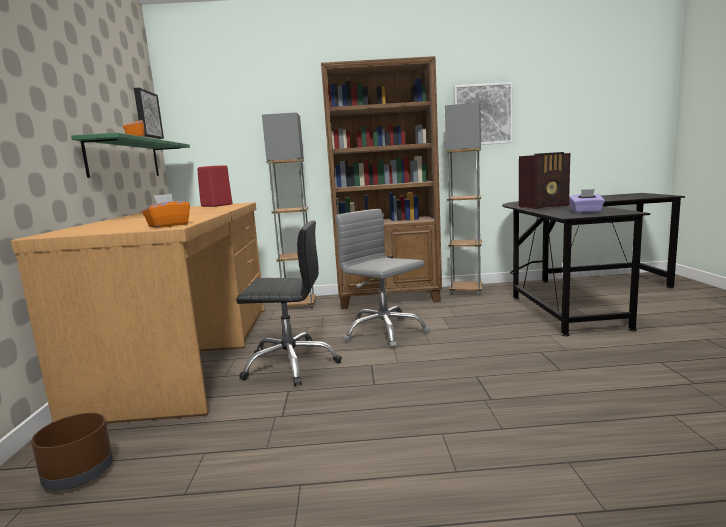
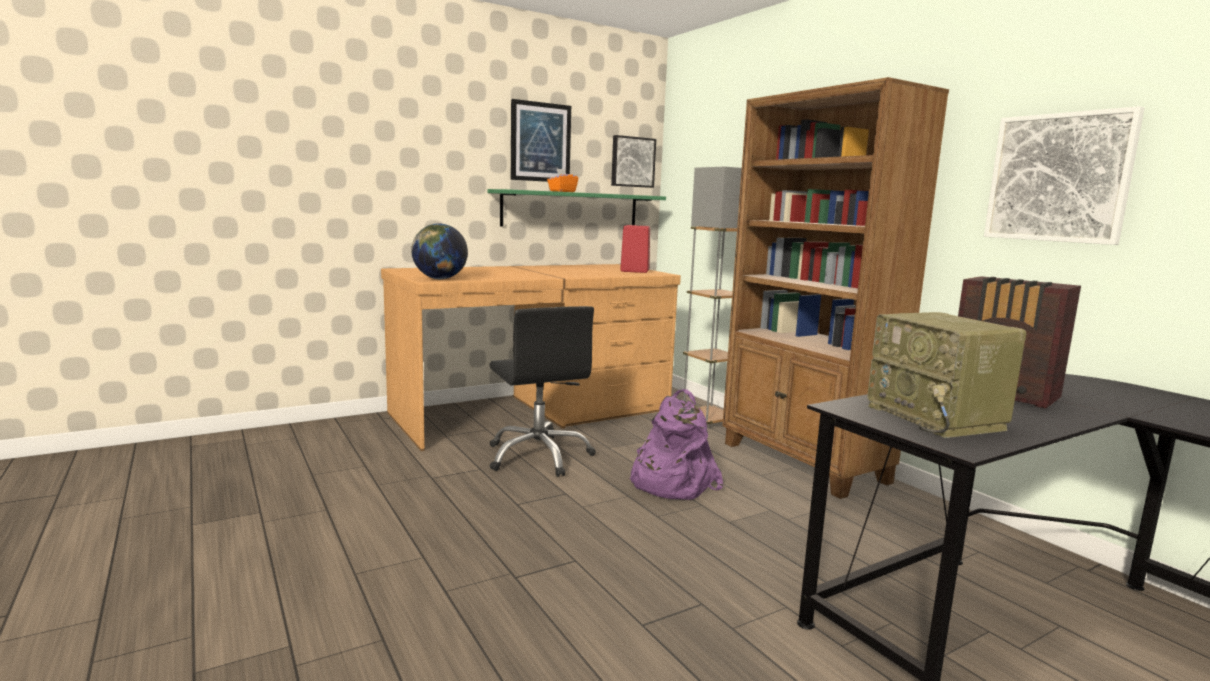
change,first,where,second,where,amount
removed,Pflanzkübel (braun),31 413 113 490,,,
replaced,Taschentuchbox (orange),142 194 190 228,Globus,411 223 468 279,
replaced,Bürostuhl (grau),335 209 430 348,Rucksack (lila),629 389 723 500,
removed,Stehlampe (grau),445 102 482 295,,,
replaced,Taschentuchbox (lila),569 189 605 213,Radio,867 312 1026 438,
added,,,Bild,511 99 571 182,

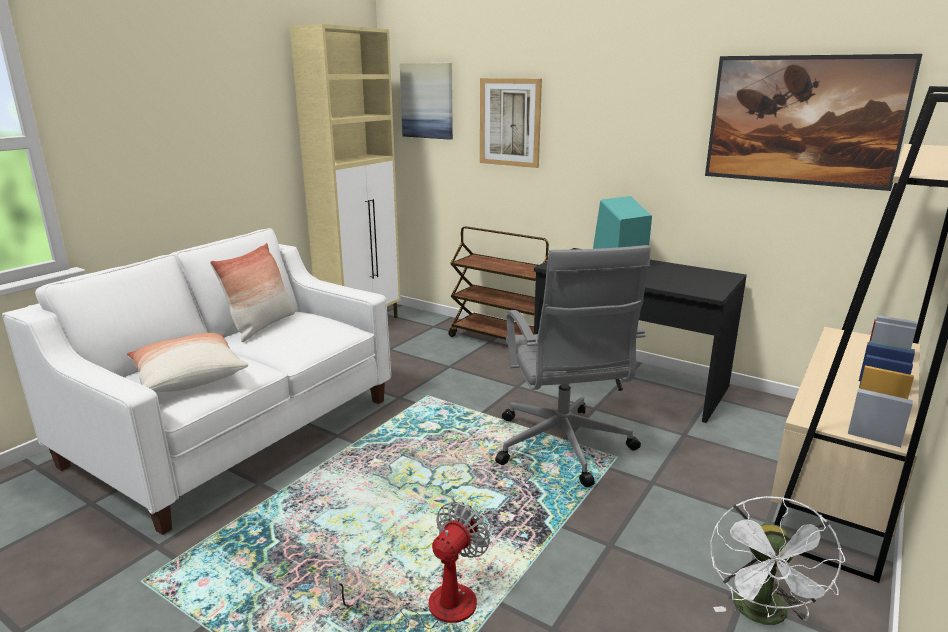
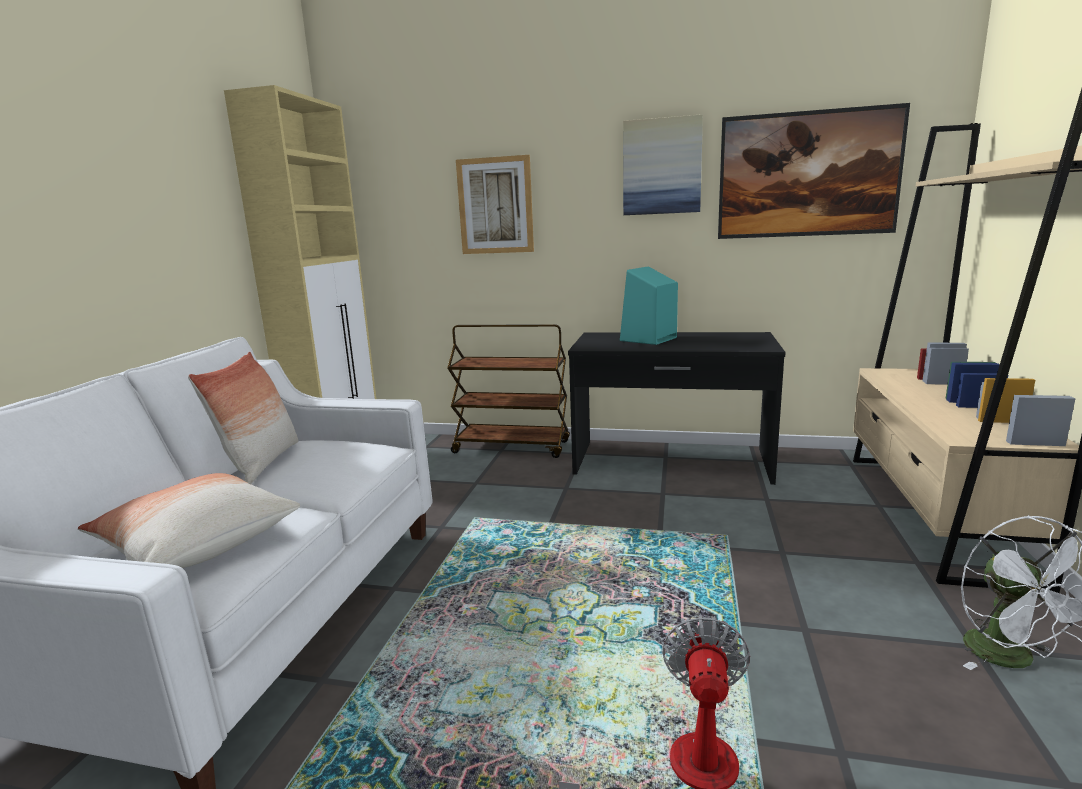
change,first,where,second,where,amount
moved,Bild,400 63 453 140,,623 114 703 215,
removed,Bürostuhl (grau),495 245 650 487,,,

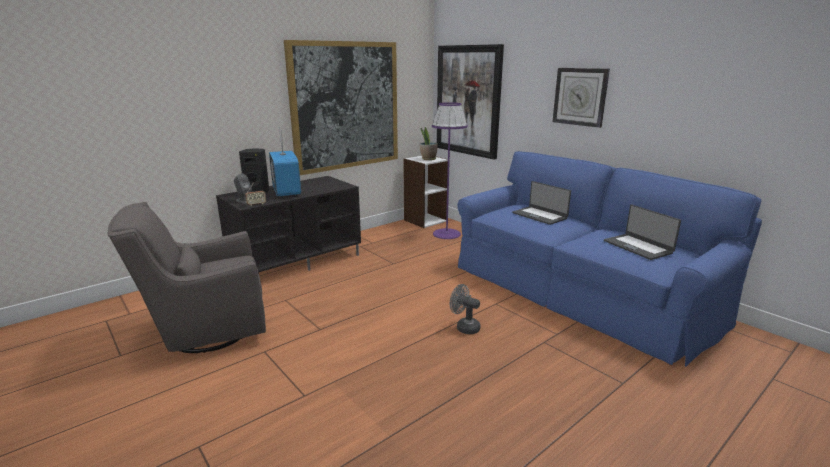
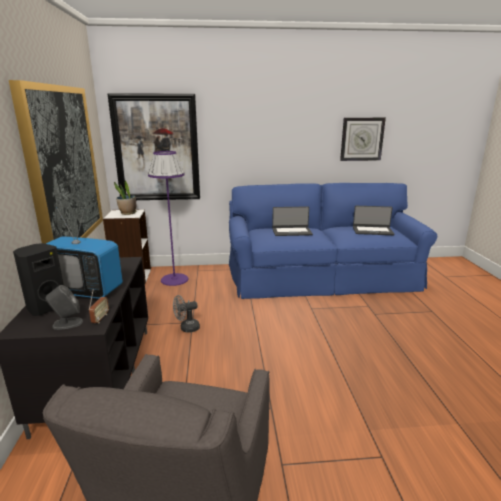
change,first,where,second,where,amount
moved,Ventilator (grau),450 284 480 334,,173 295 200 333,
moved,Wanduhr,552 68 610 128,,340 118 386 161,

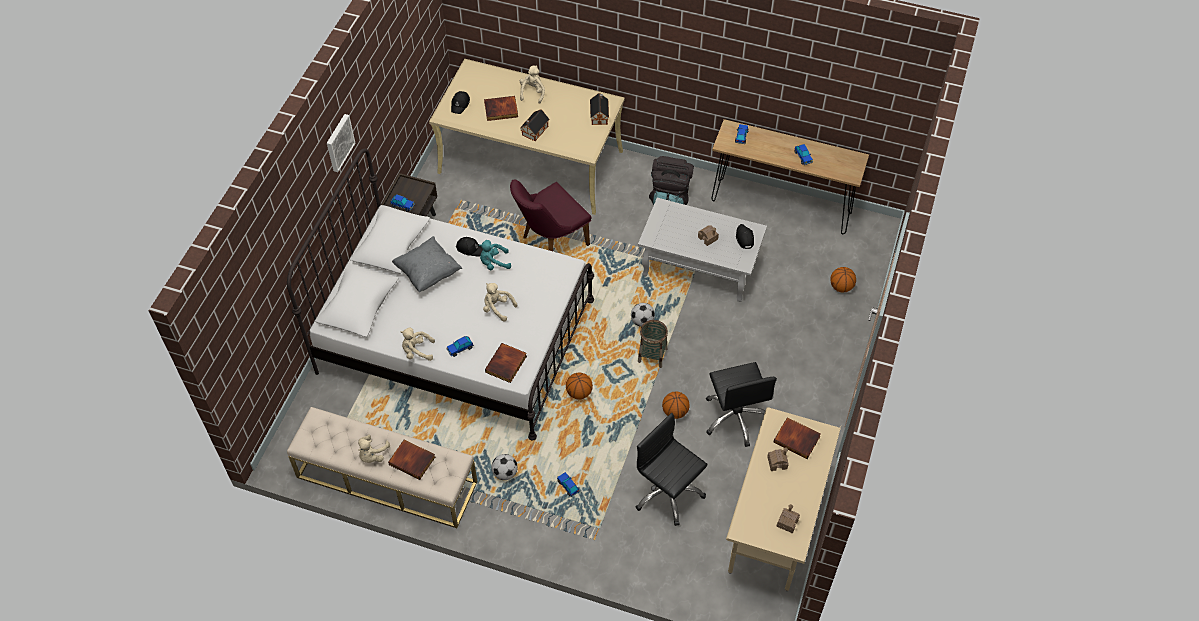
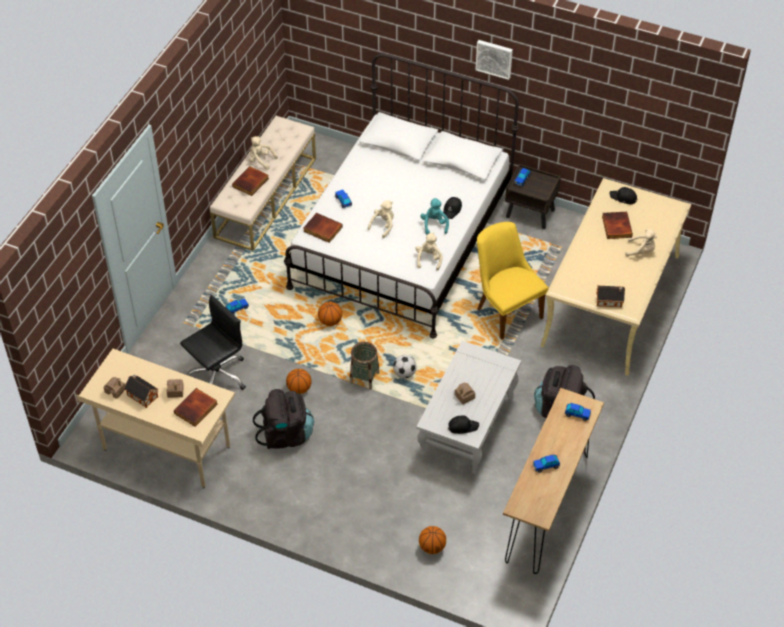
change,first,where,second,where,amount
removed,Kissen (grau),392 236 462 292,,,
moved,Plüschtier (beige),401 328 435 361,,416 233 443 271,
removed,Fußball,491 454 518 480,,,
recoloured,Stuhl (lila),510 179 592 251,Stuhl (gelb),477 222 549 340,
moved,Spielzeughaus,520 109 549 141,,124 375 158 408,
replaced,Bürostuhl (schwarz),706 362 777 447,Rucksack (schwarz),253 389 314 449,

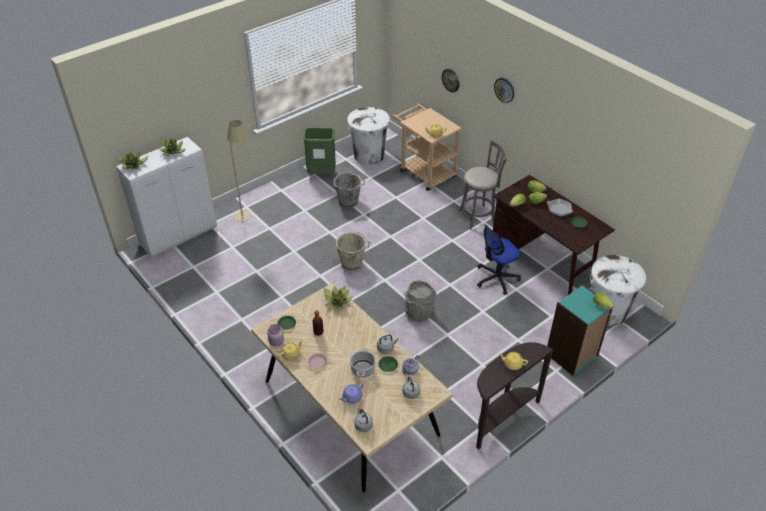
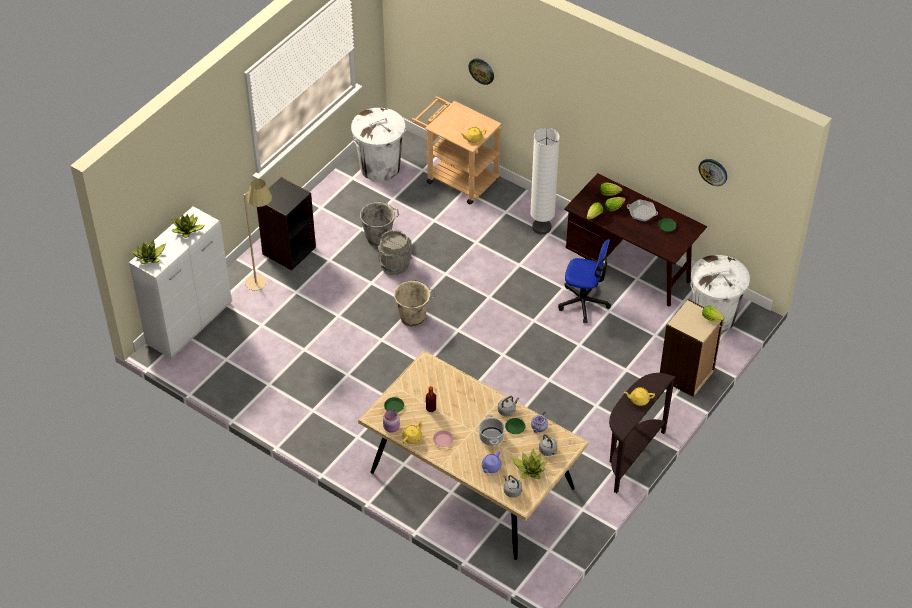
change,first,where,second,where,amount
removed,Mülleimer (grün),303 127 336 174,,,
moved,Topfpflanze,324 286 353 310,,511 449 547 479,
moved,Eimer (grau),404 280 436 322,,377 230 412 275,
replaced,Hocker (grau),459 140 507 230,Stehlampe (weiß),530 128 560 235,
turned,Bürostuhl,477 224 521 295,,558 239 611 323,120 degrees counterclockwise
moved,Wanduhr,494 78 514 103,,699 159 727 186,
recoloured,Bücherregal (türkis),547 285 613 376,Bücherregal (beige),660 299 723 397,
added,,,Bücherregal (schwarz),257 177 316 271,

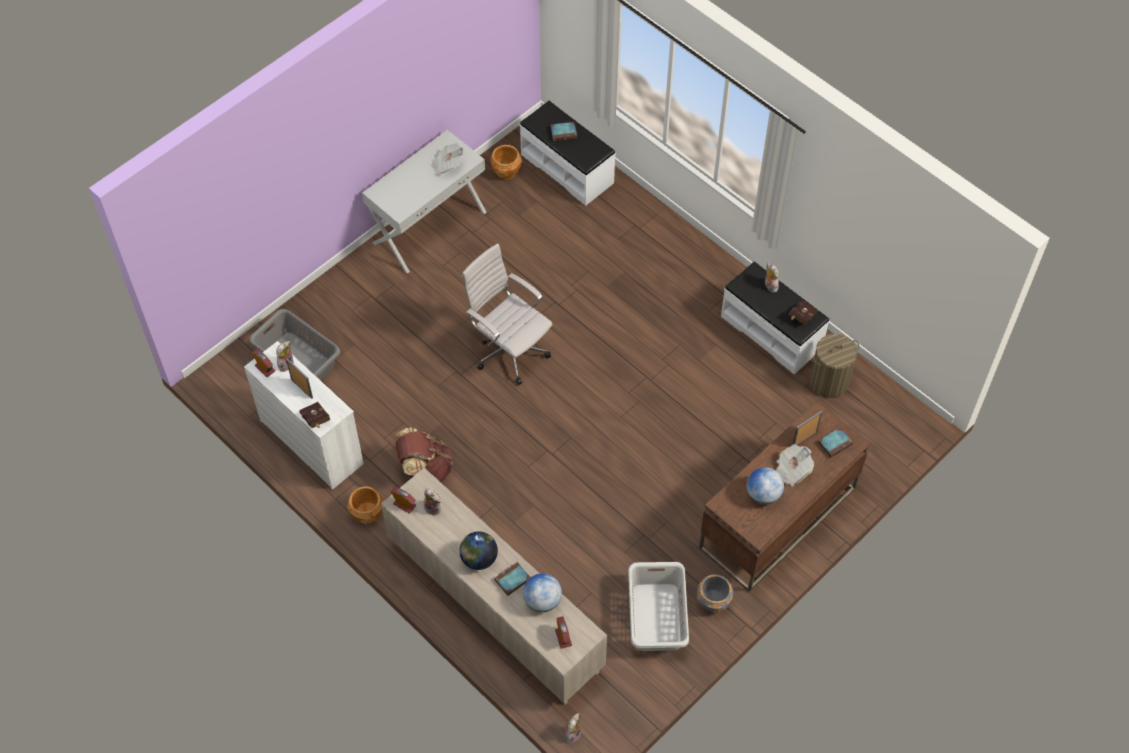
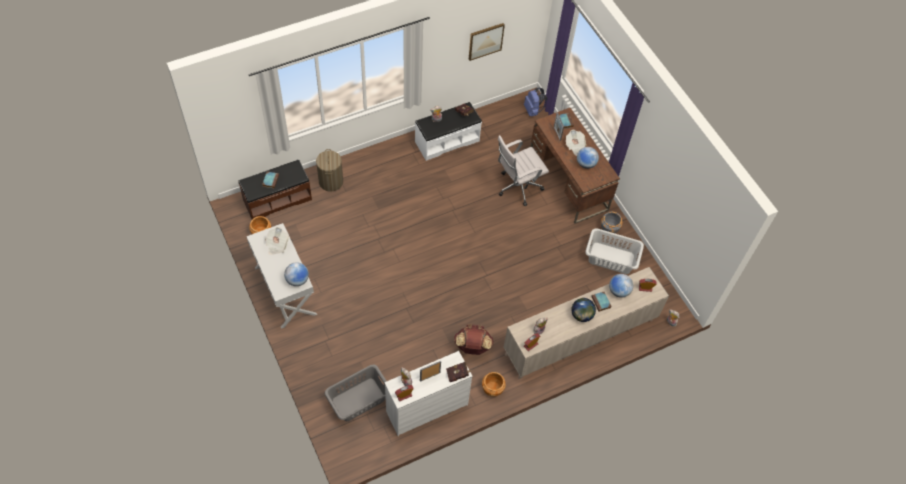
change,first,where,second,where,amount
moved,Bürostuhl (weiß),462 243 552 385,,498 135 549 206,
recoloured,Bank (weiß),520 101 615 206,Bank (braun),238 160 312 219,
moved,Wäschekorb,809 334 859 398,,316 149 343 192,
added,,,Globus,284 262 309 286,
added,,,Bild,469 23 505 61,
added,,,Rucksack (blau),524 88 547 116,

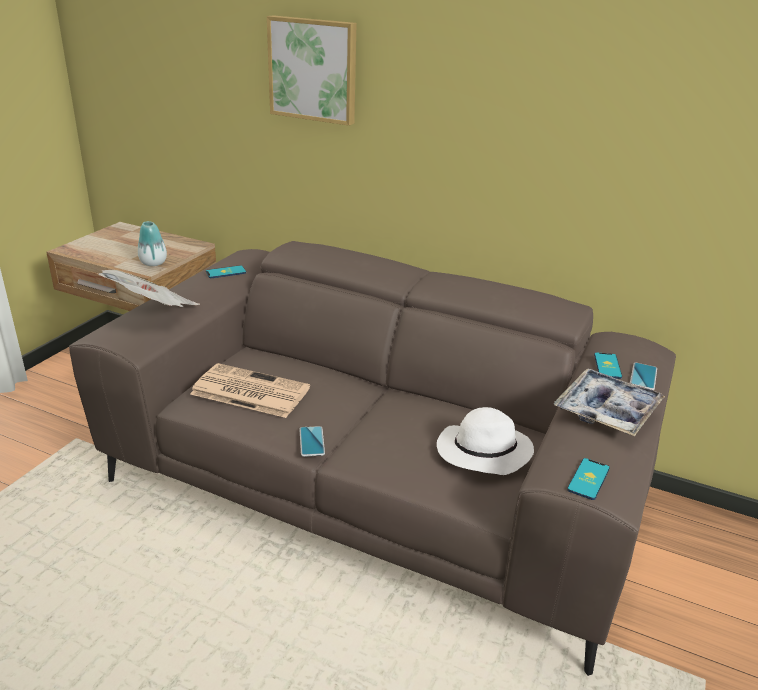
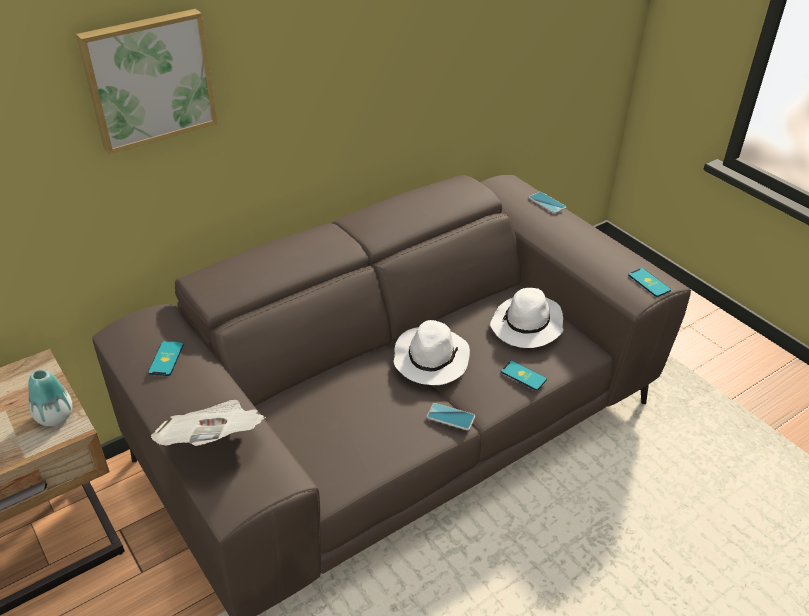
change,first,where,second,where,amount
removed,Zeitung,190 363 310 418,,,
removed,Tablett,554 368 665 436,,,
moved,Handy,594 352 622 379,,501 360 547 390,
added,,,Hut (weiß),393 320 470 385,

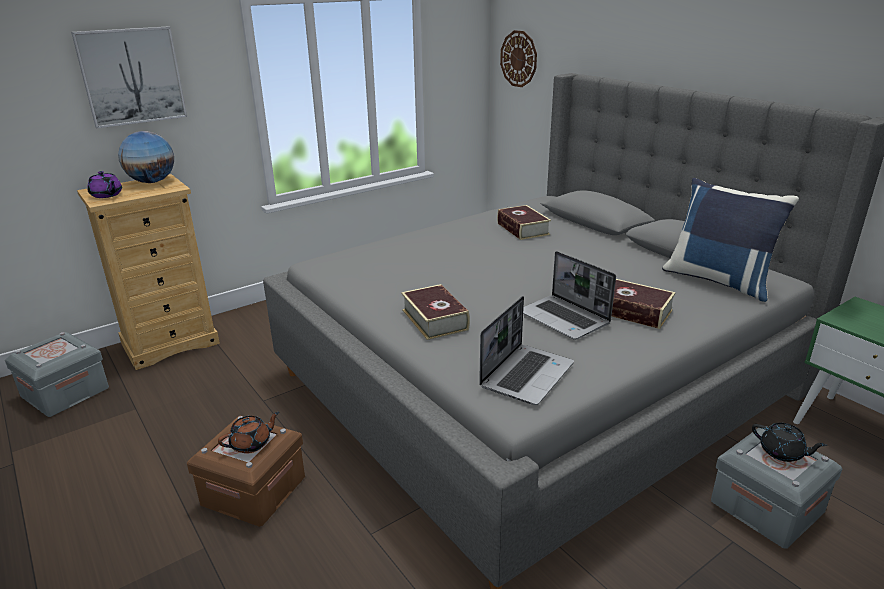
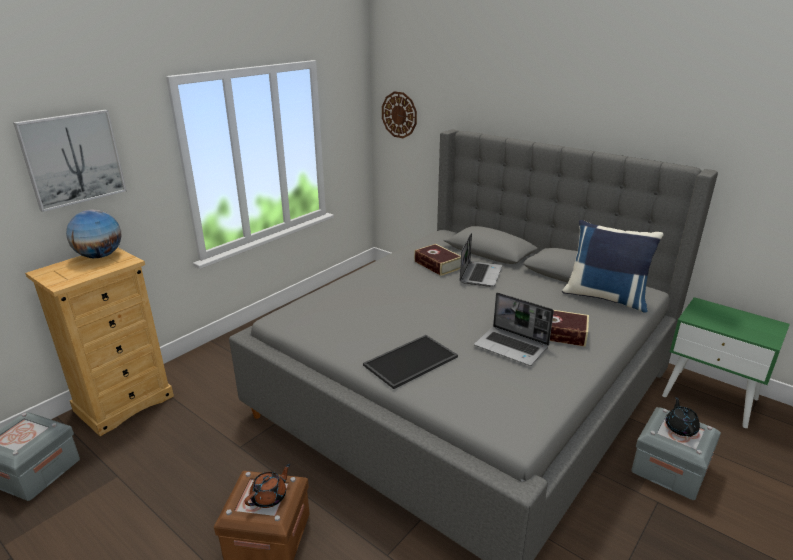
change,first,where,second,where,amount
removed,Teekanne (lila),87 171 122 198,,,
replaced,Buch,401 284 470 340,Tablett,363 335 458 389,
moved,Laptop,479 296 574 405,,460 232 502 287,
turned,Teekanne (schwarz),752 423 827 462,,665 397 700 437,105 degrees counterclockwise

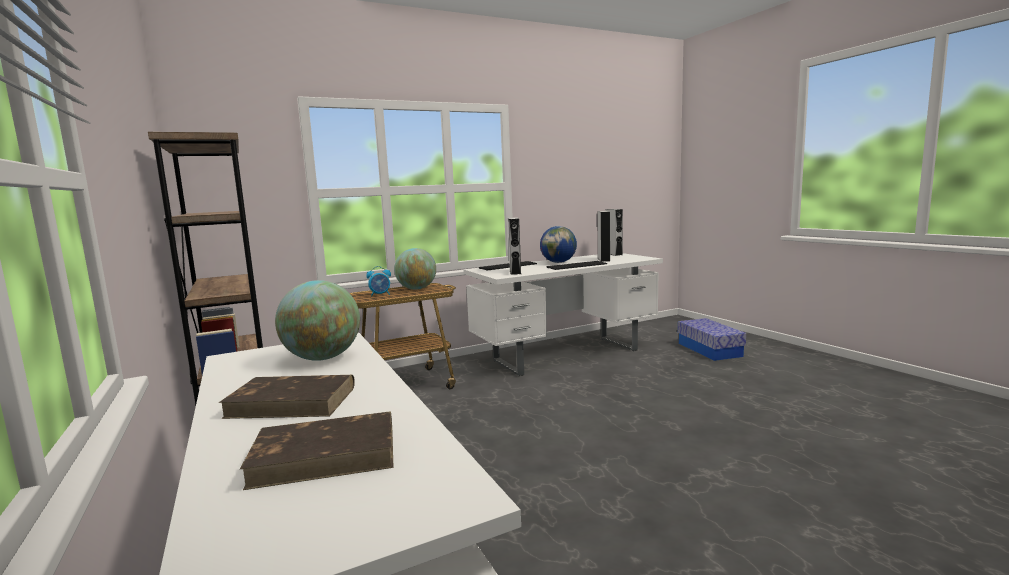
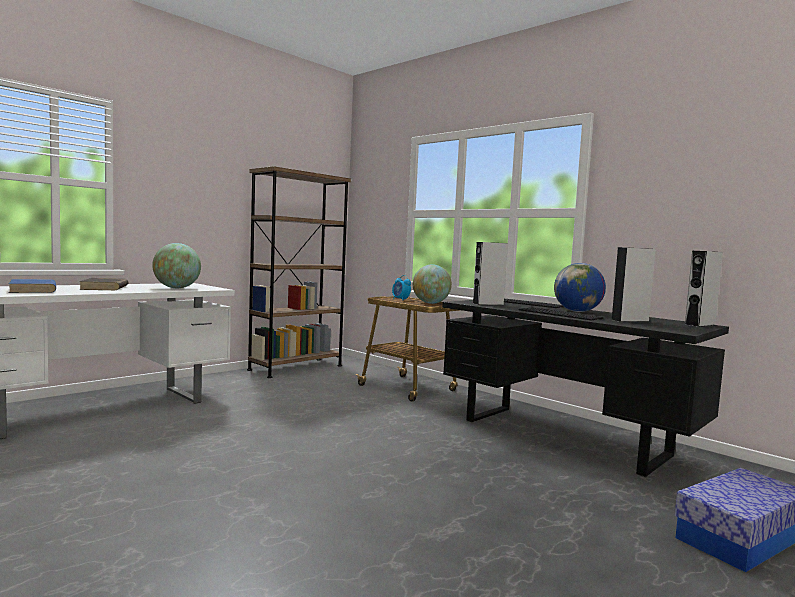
change,first,where,second,where,amount
recoloured,Buch (braun),240 411 394 490,Buch (blau),9 279 56 293,
recoloured,Schreibtisch (weiß),463 253 663 376,Schreibtisch (schwarz),442 300 729 477,

